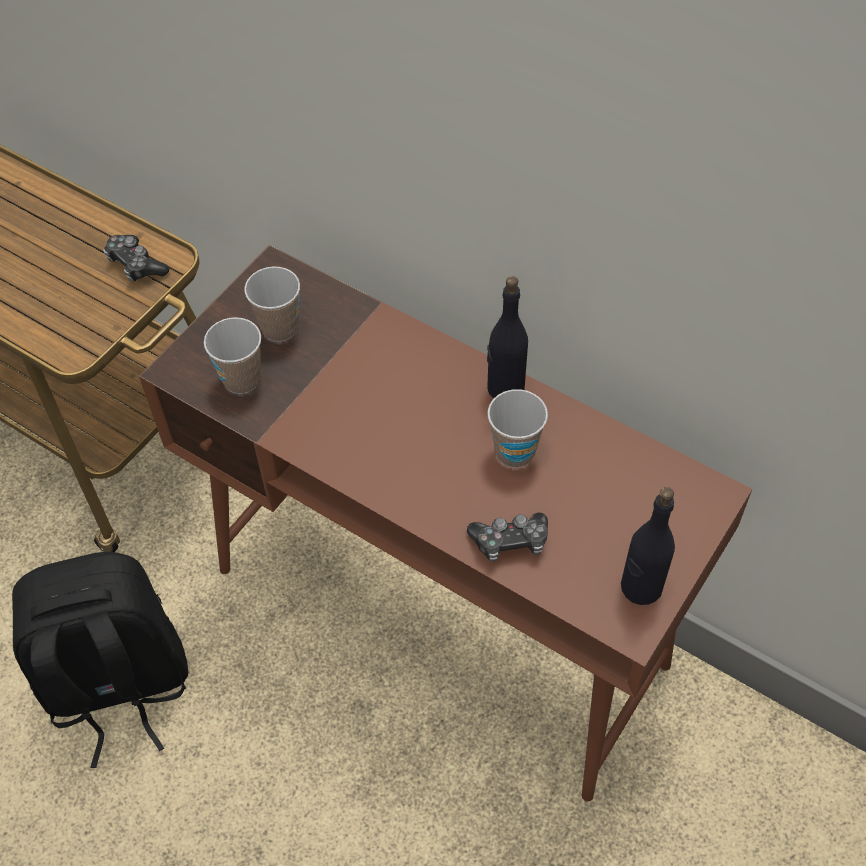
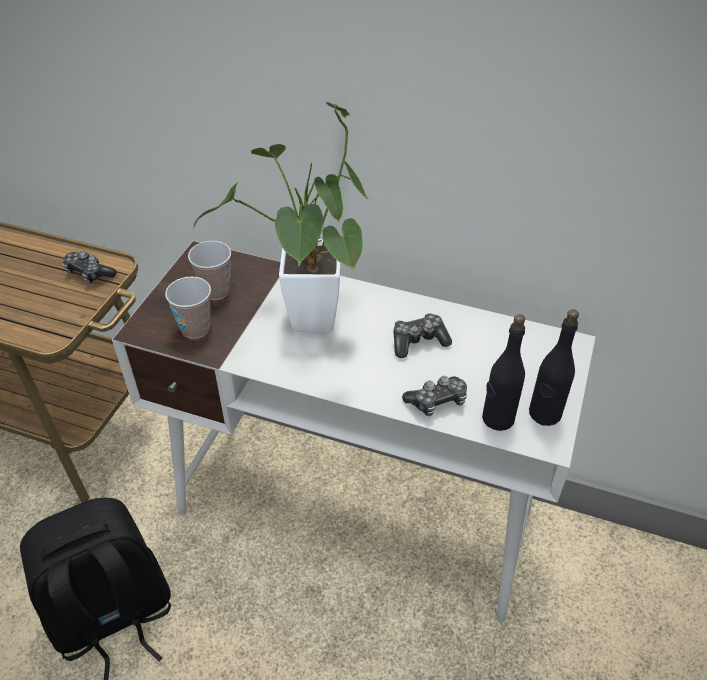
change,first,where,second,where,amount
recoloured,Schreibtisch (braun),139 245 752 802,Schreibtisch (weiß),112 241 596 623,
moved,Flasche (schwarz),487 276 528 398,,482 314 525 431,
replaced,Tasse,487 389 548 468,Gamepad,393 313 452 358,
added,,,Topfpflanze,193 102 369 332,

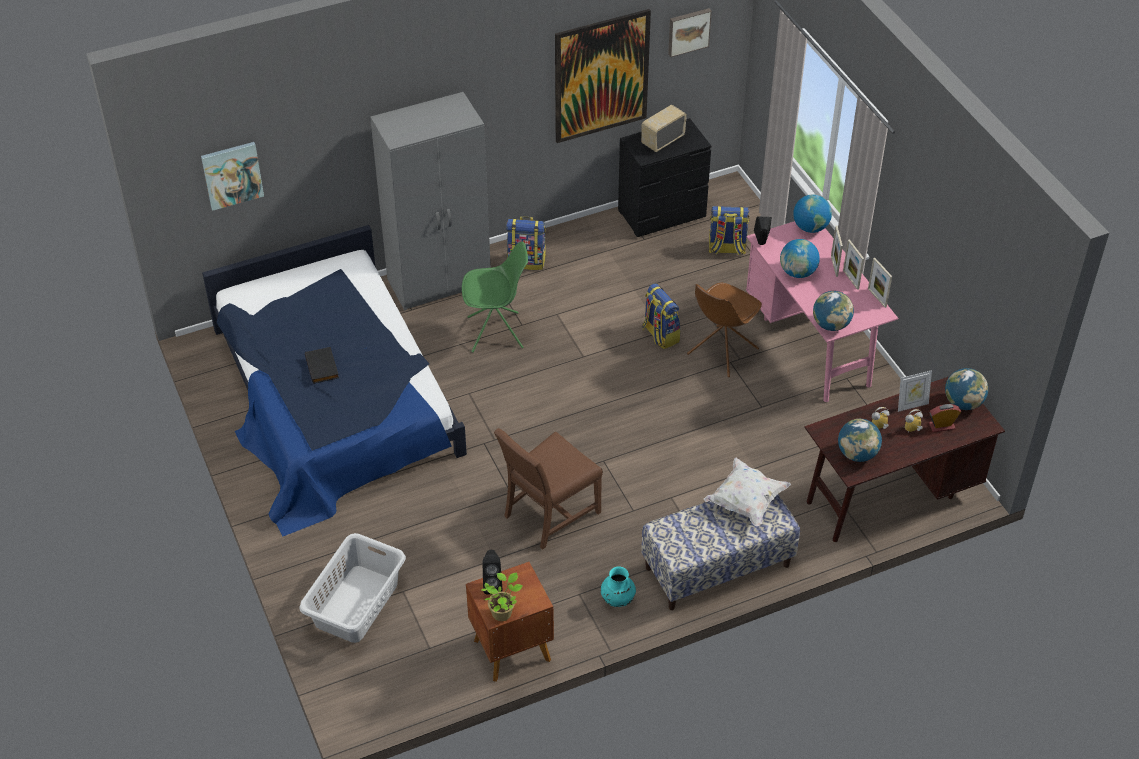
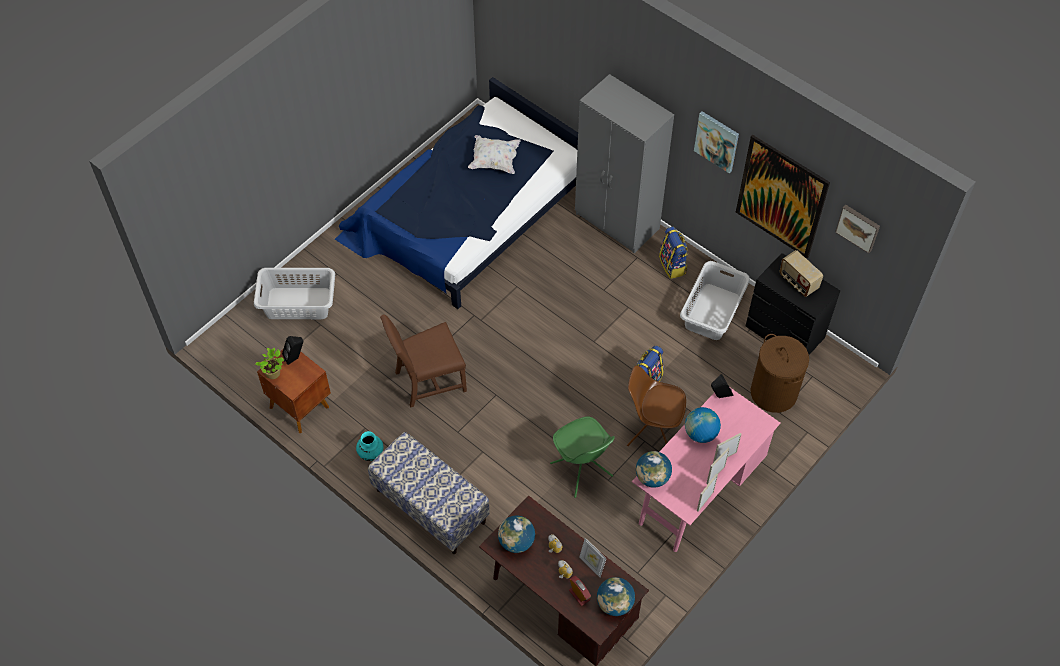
change,first,where,second,where,amount
moved,Bild,201 142 264 211,,694 111 739 174,
removed,Buch (schwarz),305 347 339 384,,,
moved,Stuhl (grün),462 241 528 352,,550 416 615 498,
turned,Stuhl (braun),494 428 603 550,,380 314 467 408,45 degrees counterclockwise
turned,Radio,641 105 687 152,,779 250 823 297,150 degrees counterclockwise
moved,Kissen (weiß),704 457 791 526,,468 135 521 174,
replaced,Rucksack,709 206 749 255,Wäschekorb (braun),750 334 809 413,
removed,Globus,793 194 832 233,,,
added,,,Wäschekorb (grau),680 261 750 340,

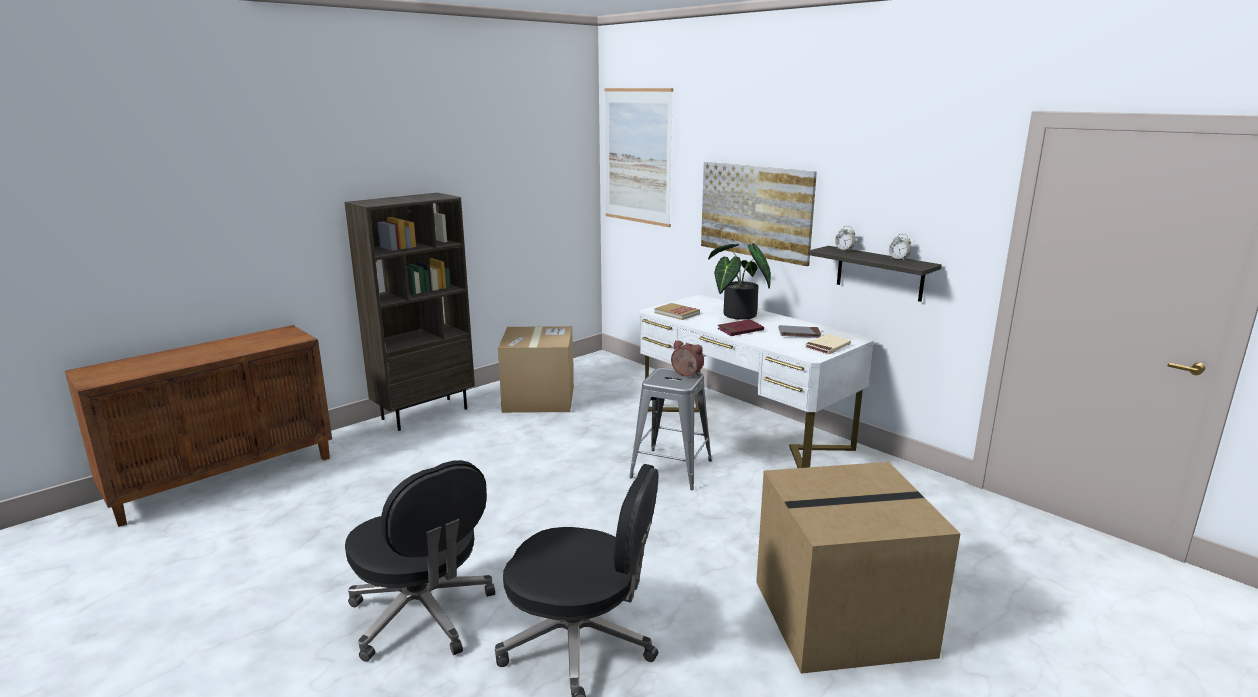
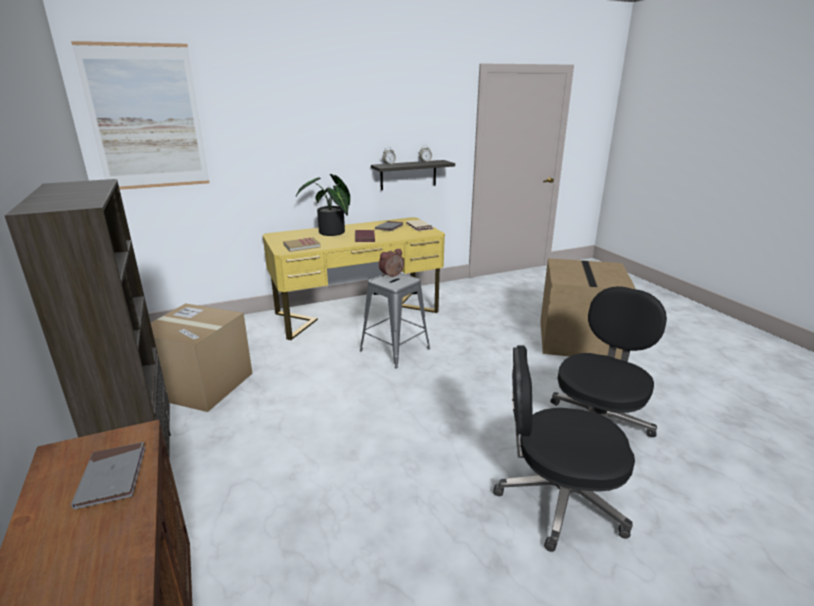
change,first,where,second,where,amount
turned,Bürostuhl (schwarz),345 460 495 662,,493 345 635 552,150 degrees counterclockwise
recoloured,Schreibtisch (weiß),640 295 874 468,Schreibtisch (gelb),263 217 445 340,
removed,Bild,701 162 817 266,,,
added,,,Buch (grau),71 442 145 509,

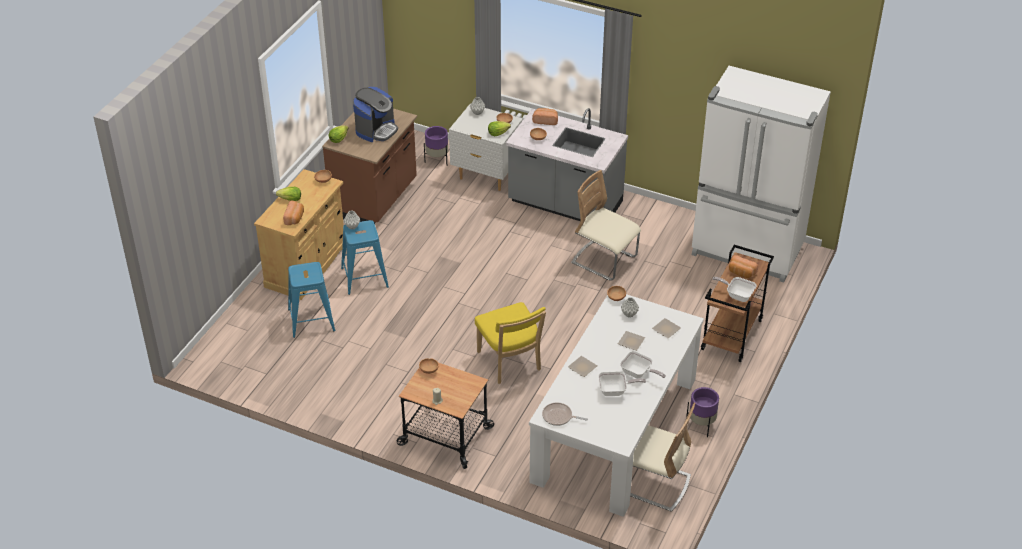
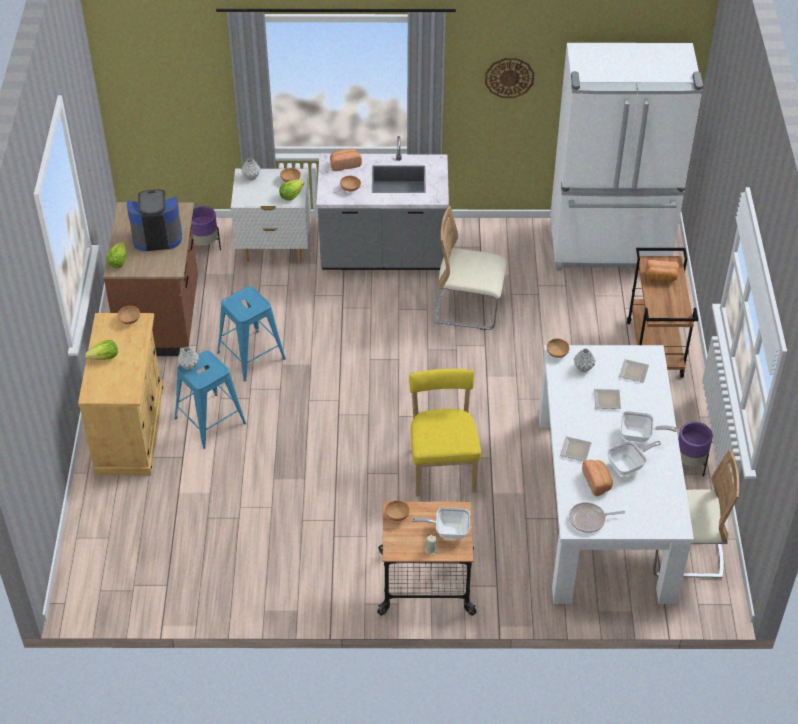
change,first,where,second,where,amount
moved,Brot,283 201 304 225,,582 460 613 496,
moved,Hocker (blau),288 262 335 338,,217 286 286 381,
turned,Kaffeemaschine,353 87 398 142,,127 189 182 251,105 degrees counterclockwise
turned,Stuhl (gelb),475 302 546 384,,409 369 481 497,135 degrees counterclockwise
moved,Pfanne,712 277 757 302,,411 507 470 539,
added,,,Wanduhr,485 58 534 98,

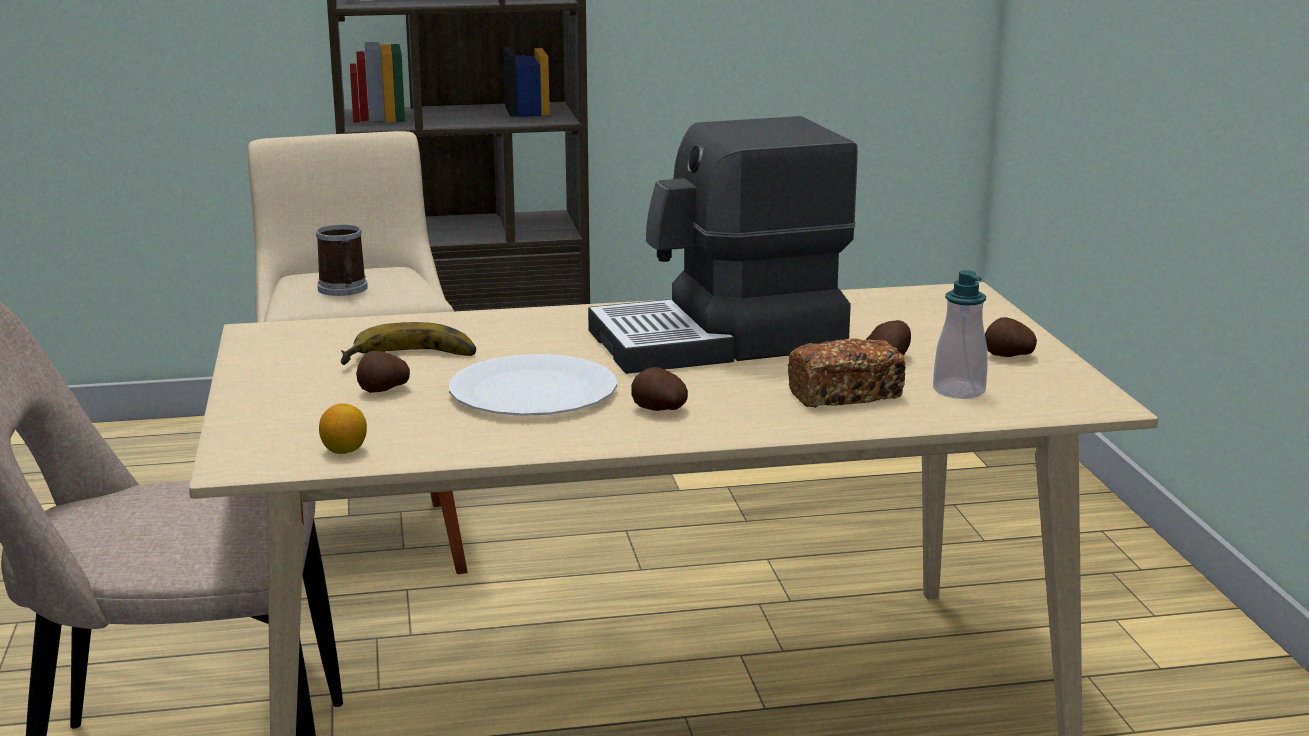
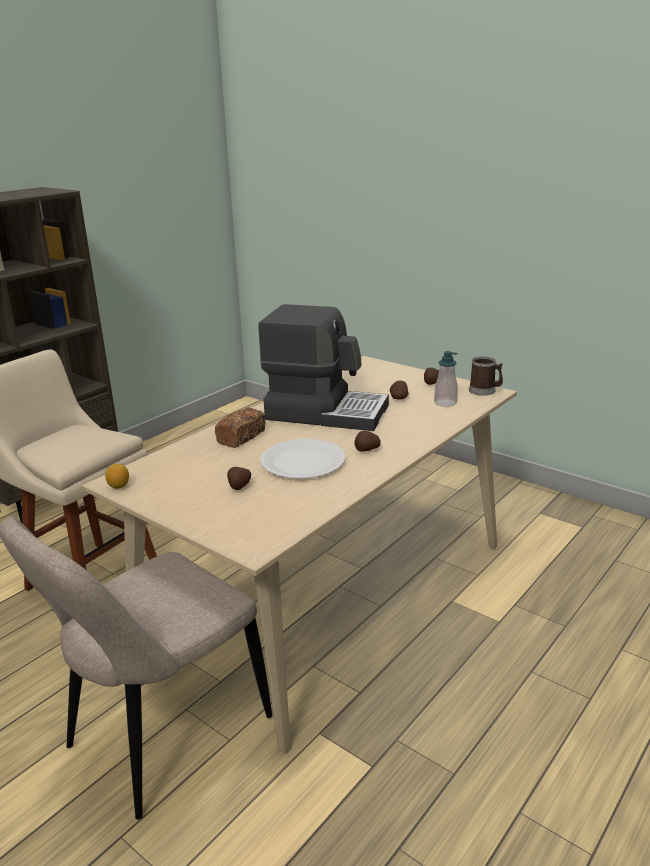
change,first,where,second,where,amount
moved,Henkelbecher,316 225 368 296,,469 356 503 396,
moved,Zitrone,319 403 367 454,,105 464 129 489,
removed,Banane,341 322 476 365,,,
turned,Kaffeemaschine,588 116 858 374,,258 304 389 431,105 degrees counterclockwise
moved,Brot,788 338 906 408,,215 407 266 448,

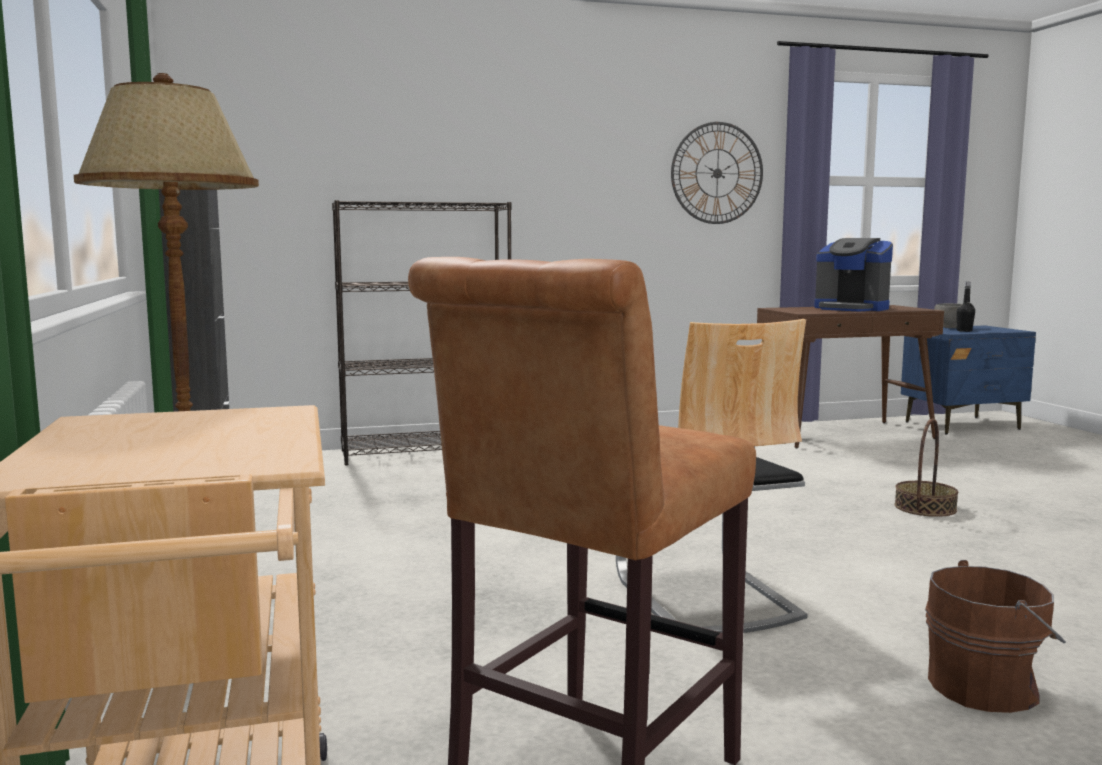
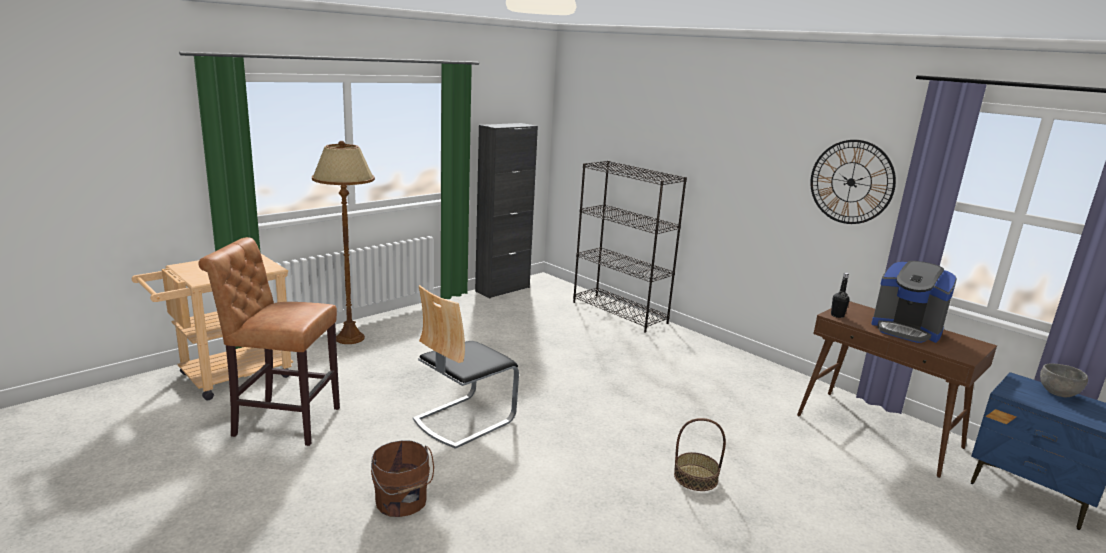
change,first,where,second,where,amount
turned,Kaffeemaschine,814 238 893 311,,871 261 957 343,60 degrees counterclockwise
moved,Flasche (schwarz),956 282 975 332,,831 273 850 318,

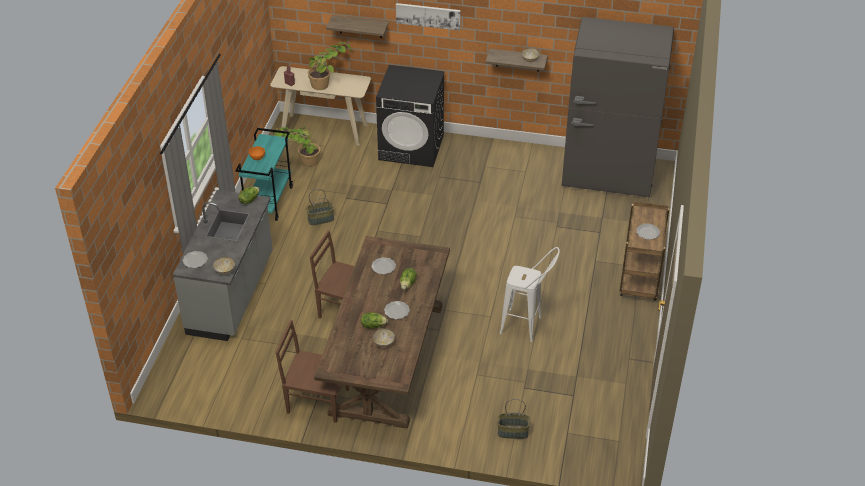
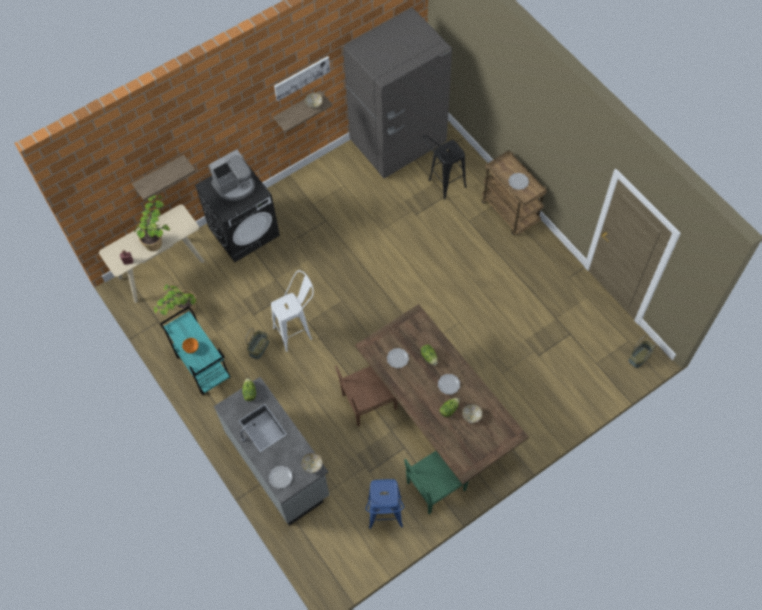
change,first,where,second,where,amount
recoloured,Stuhl (braun),275 320 349 423,Stuhl (grün),404 451 469 515,
moved,Bild,396 3 461 31,,274 56 330 101,
moved,Korb,498 399 530 439,,628 335 657 368,
moved,Hocker (weiß),500 247 560 342,,271 270 314 352,
added,,,Kaffeemaschine,209 149 255 201,
added,,,Hocker (blau),366 479 404 529,
added,,,Hocker (schwarz),423 135 466 200,

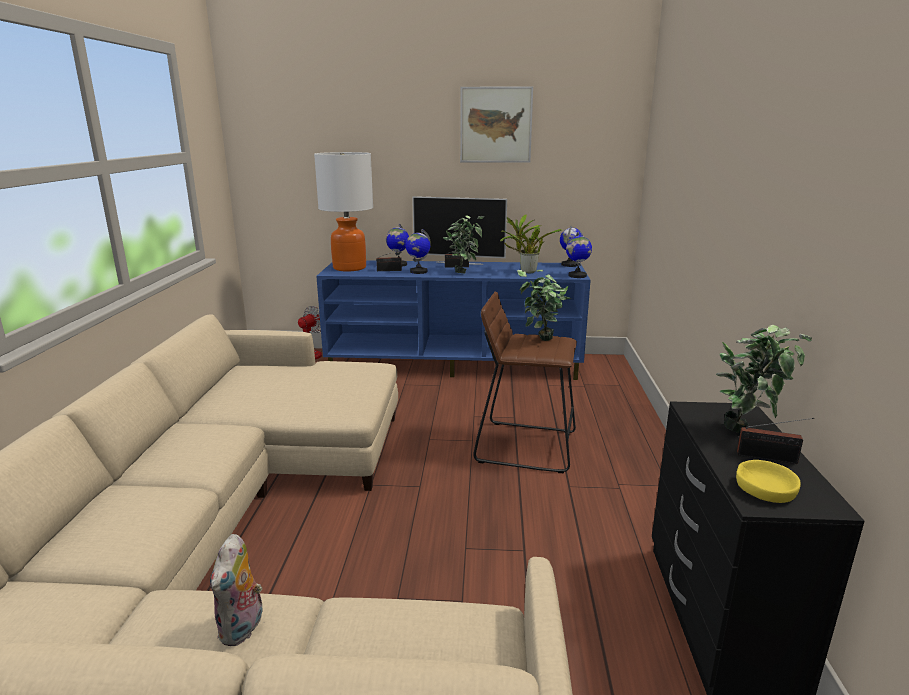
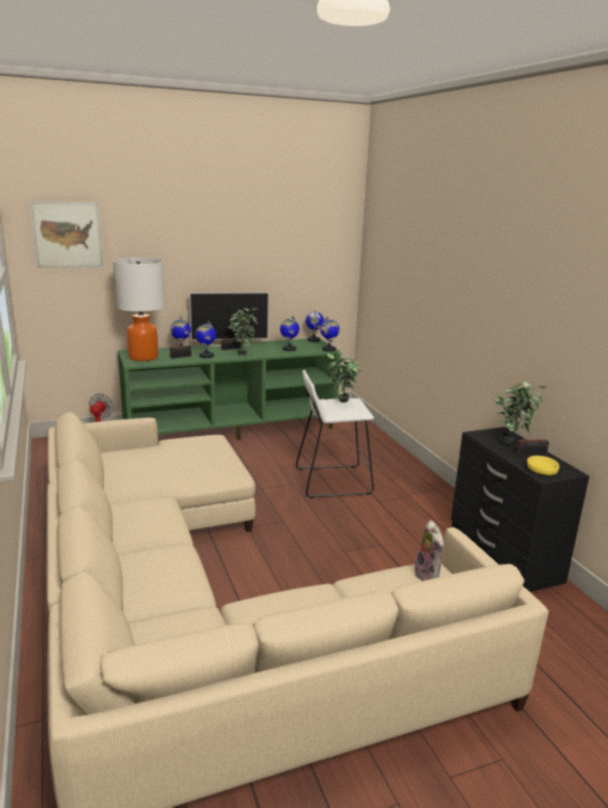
change,first,where,second,where,amount
moved,Plüschtier,210 534 263 646,,412 520 444 581,
recoloured,Fernsehschrank (blau),316 260 591 380,Fernsehschrank (grün),118 339 341 440,
moved,Bild,460 87 533 163,,30 201 103 268,
recoloured,Hocker (braun),473 291 577 473,Hocker (weiß),296 370 374 498,
replaced,Topfpflanze,500 214 562 273,Globus,280 316 299 351,

